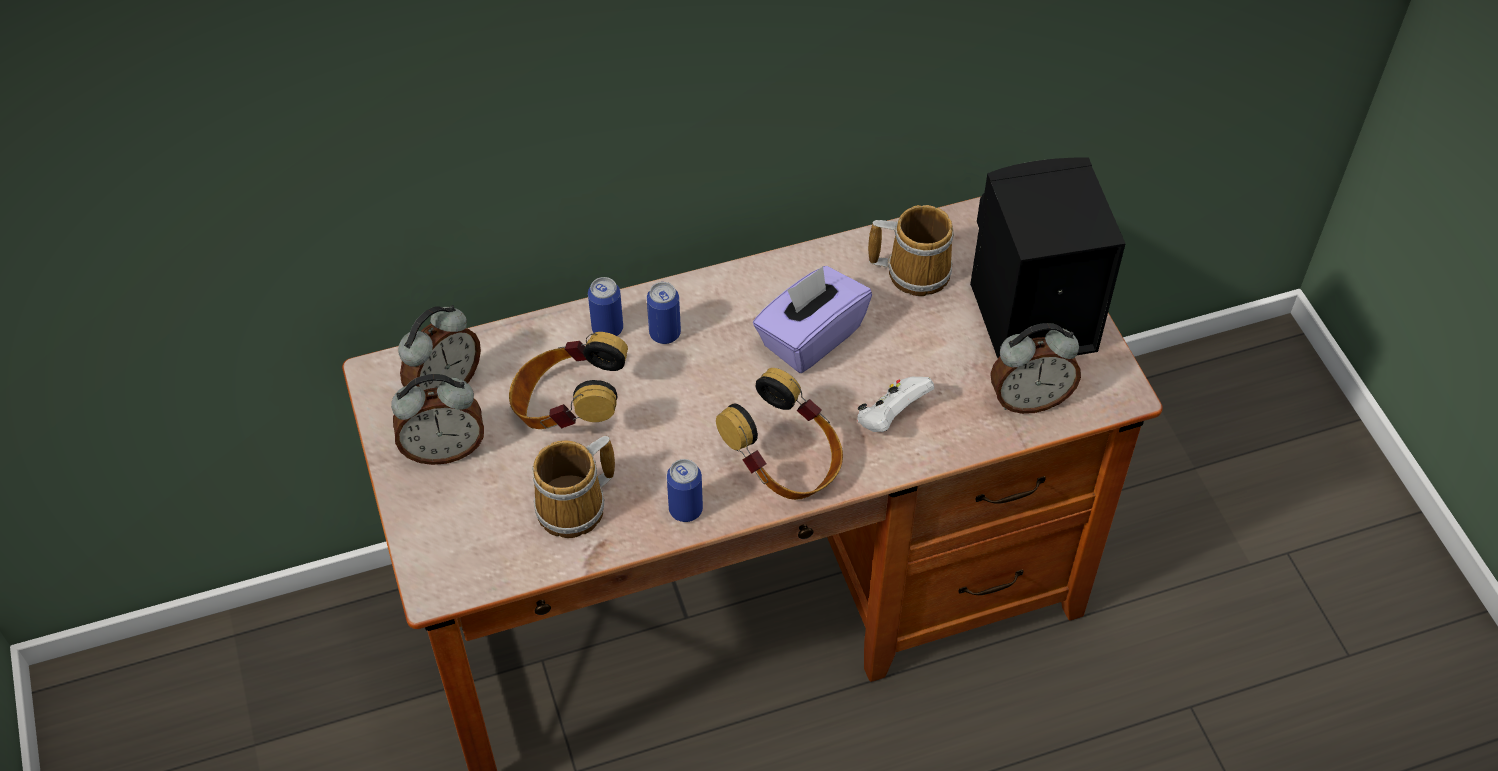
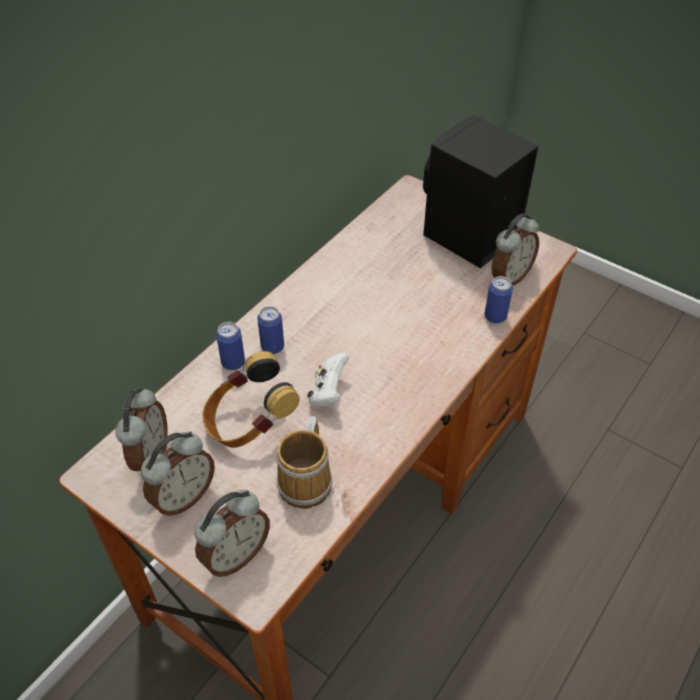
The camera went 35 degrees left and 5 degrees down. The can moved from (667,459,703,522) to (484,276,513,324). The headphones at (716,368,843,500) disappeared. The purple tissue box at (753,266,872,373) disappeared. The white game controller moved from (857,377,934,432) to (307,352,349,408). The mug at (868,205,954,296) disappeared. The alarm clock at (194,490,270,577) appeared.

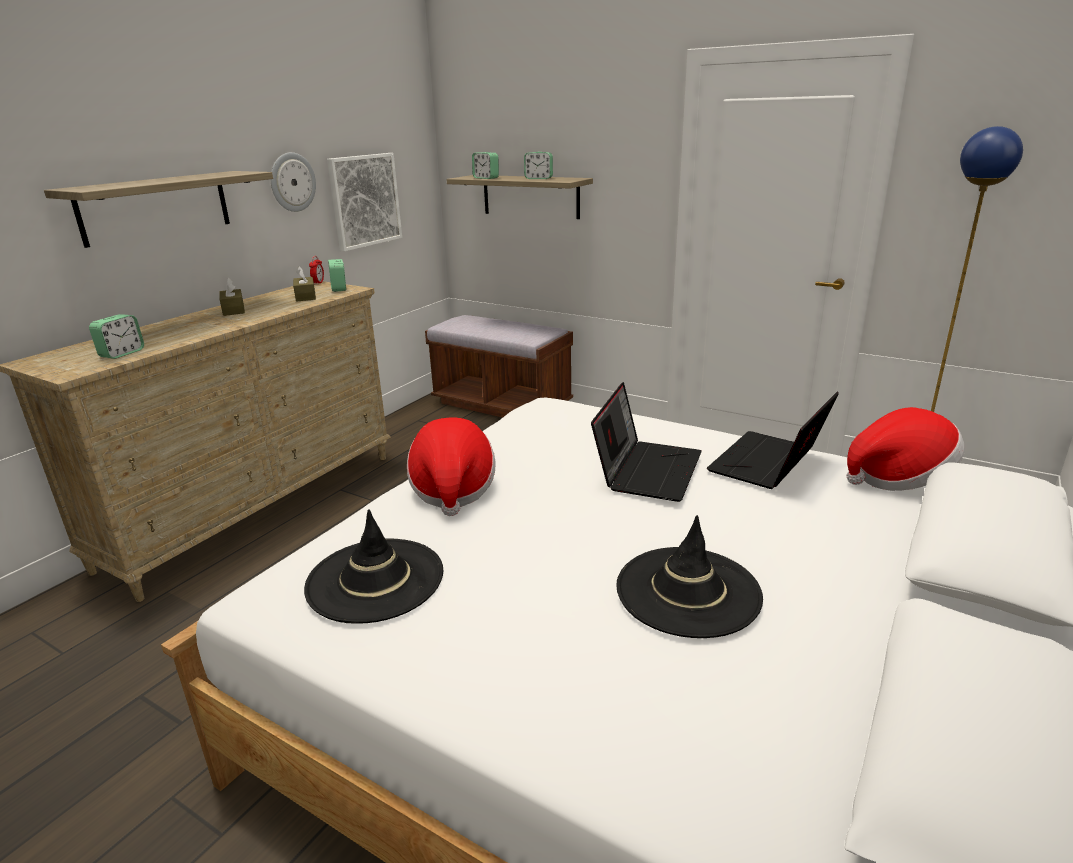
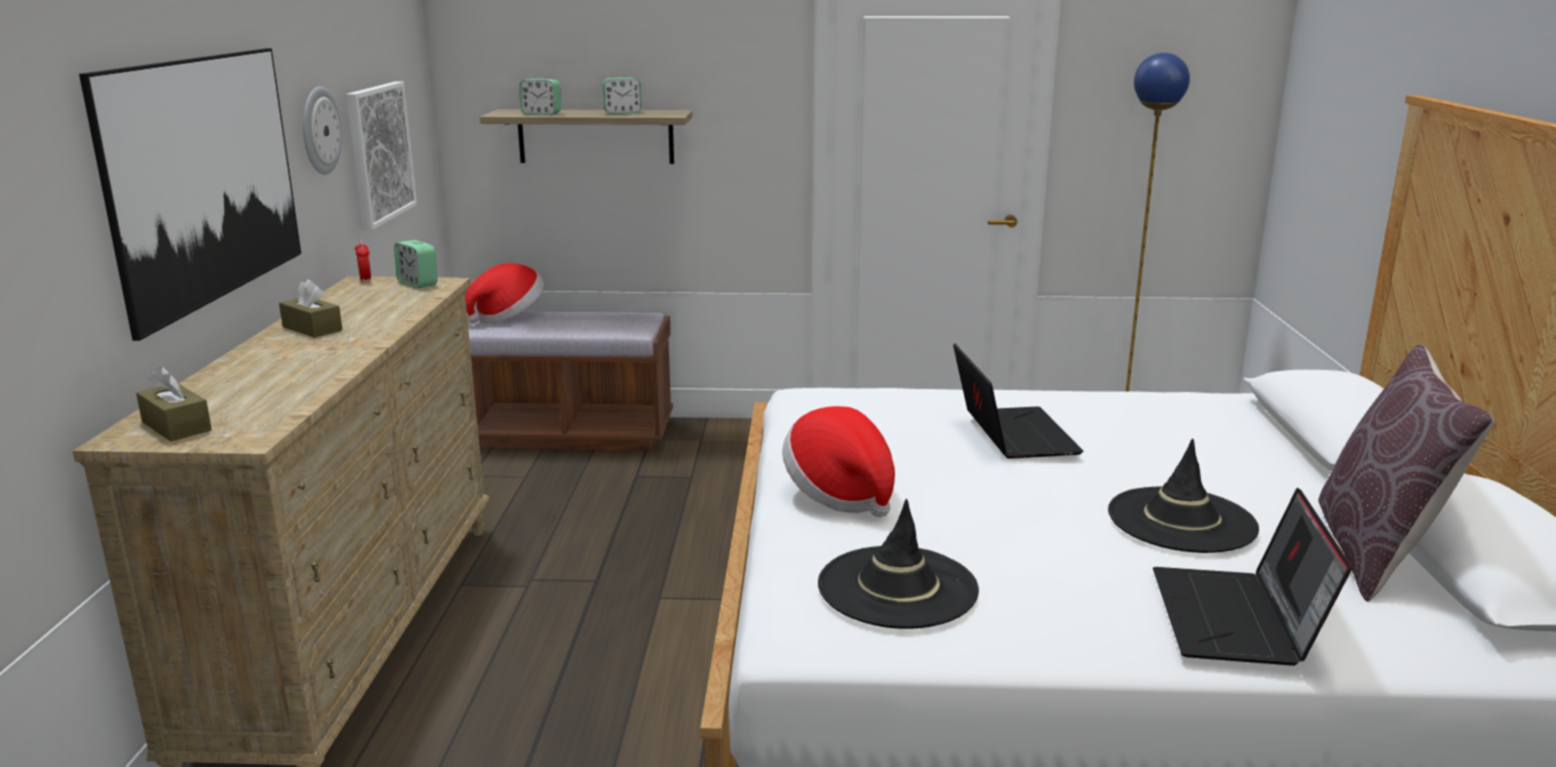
The camera went 30 degrees left and 5 degrees down. The shelf at (44,171,273,248) was replaced by the picture at (79,48,301,341). The alarm clock at (89,314,144,359) disappeared. The brown tissue box moved from (293,266,316,302) to (136,366,212,441). The laptop moved from (707,391,839,489) to (1153,488,1352,666). The hat moved from (846,407,965,491) to (465,263,544,323). The brown pillow at (1318,344,1495,602) appeared.

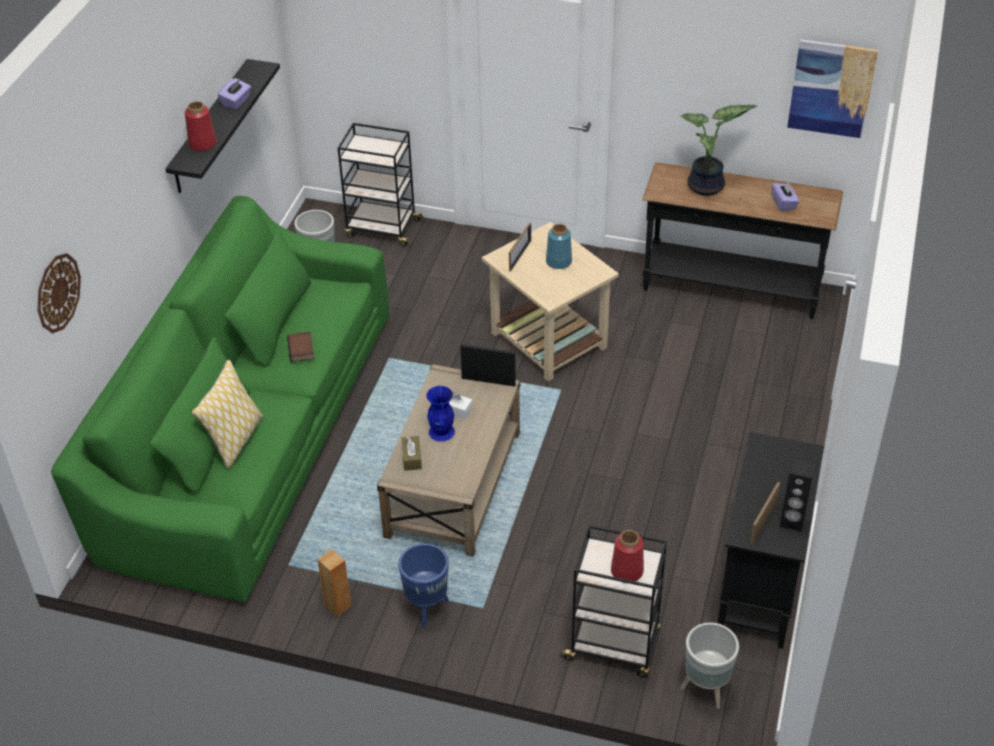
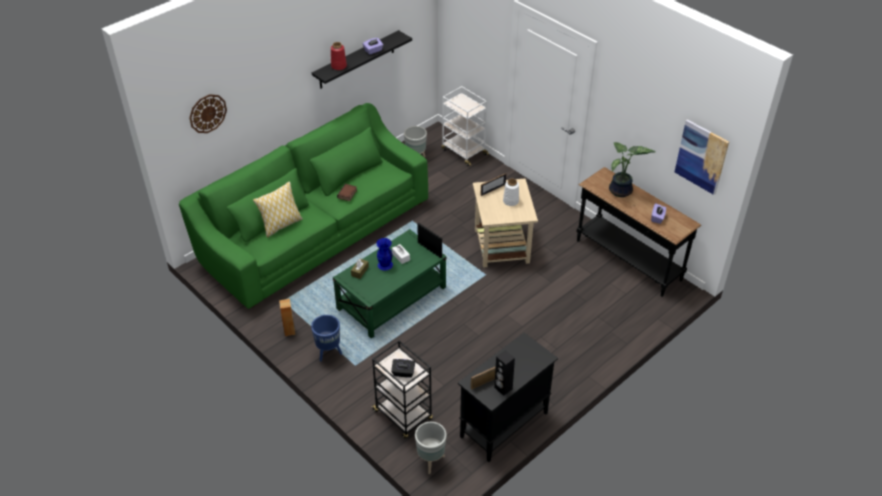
The camera went 30 degrees right and 0 degrees up. The black cart at (338,123,424,247) became the white cart at (442,86,489,166). The beige coffee table at (377,364,521,557) became the green coffee table at (333,229,446,338). The blue vase at (546,224,572,269) became the white vase at (503,179,519,206). The red vase at (611,530,644,583) was replaced by the black tissue box at (391,359,415,378).

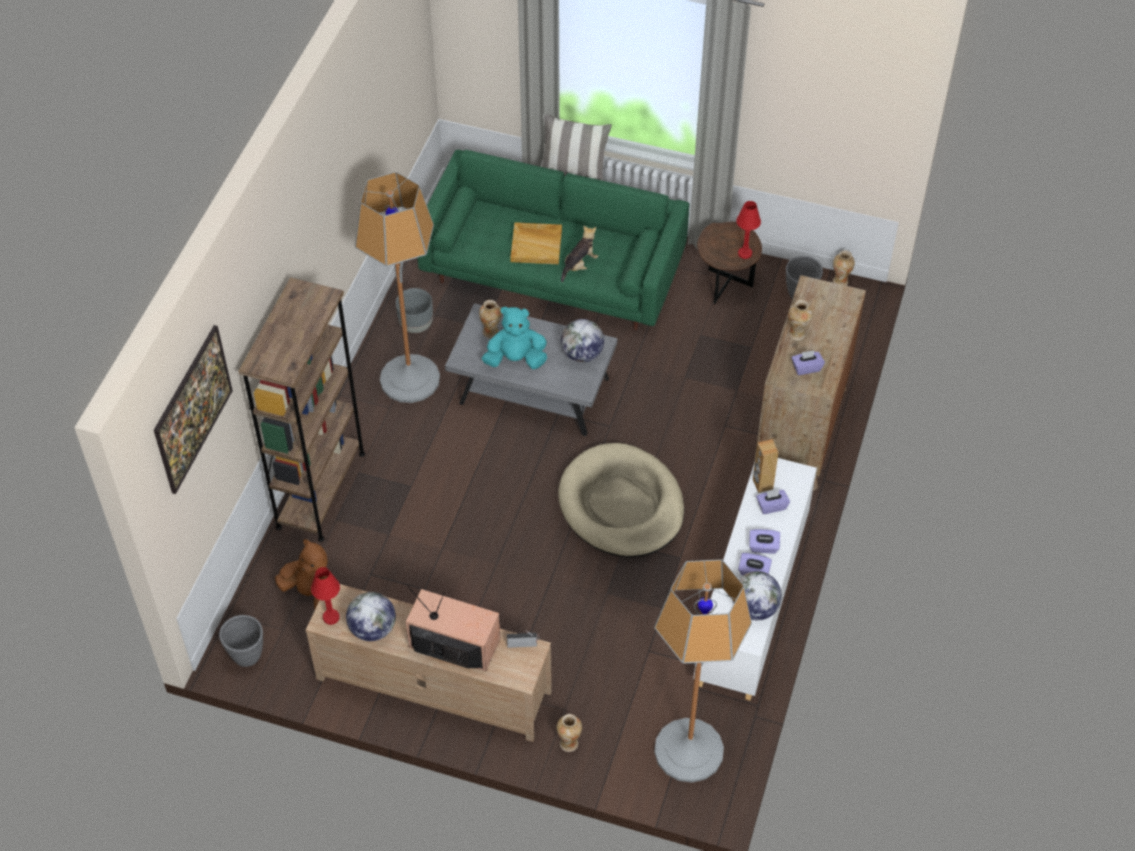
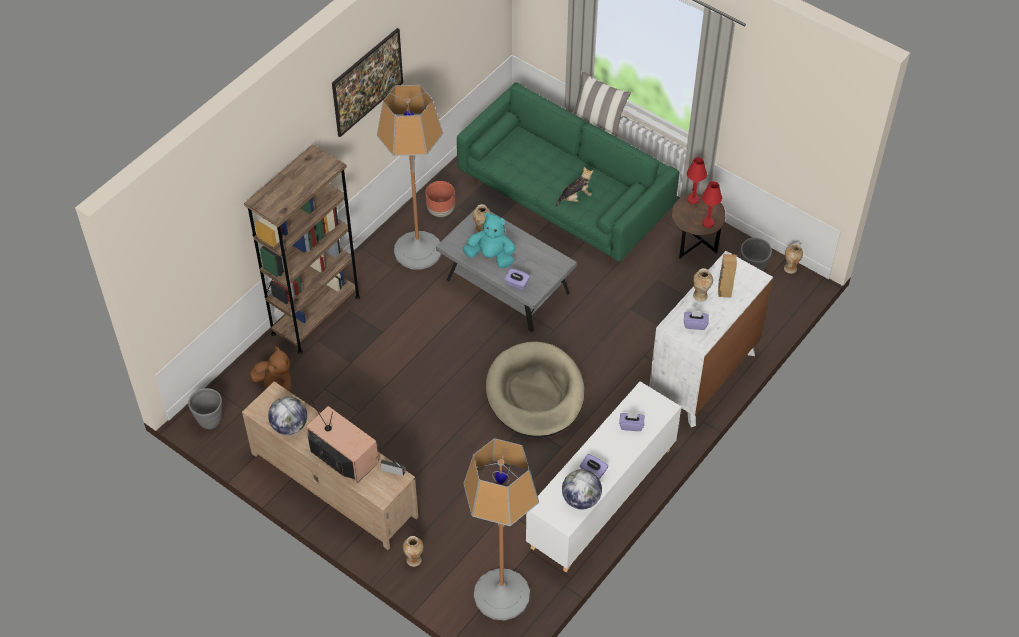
The camera went 20 degrees right and 0 degrees up. The picture moved from (154,325,233,494) to (332,28,403,137). The red table lamp moved from (311,567,340,625) to (687,157,707,204). The grey planter at (396,288,433,333) became the brown planter at (425,181,455,217). The beige tray at (510,222,562,264) disappeared. The globe at (561,319,604,363) disappeared. The purple tissue box moved from (749,529,780,554) to (504,268,530,290). The brown speaker moved from (753,439,779,493) to (718,254,737,298). The brown dresser at (755,275,866,491) became the white dresser at (649,251,773,427).

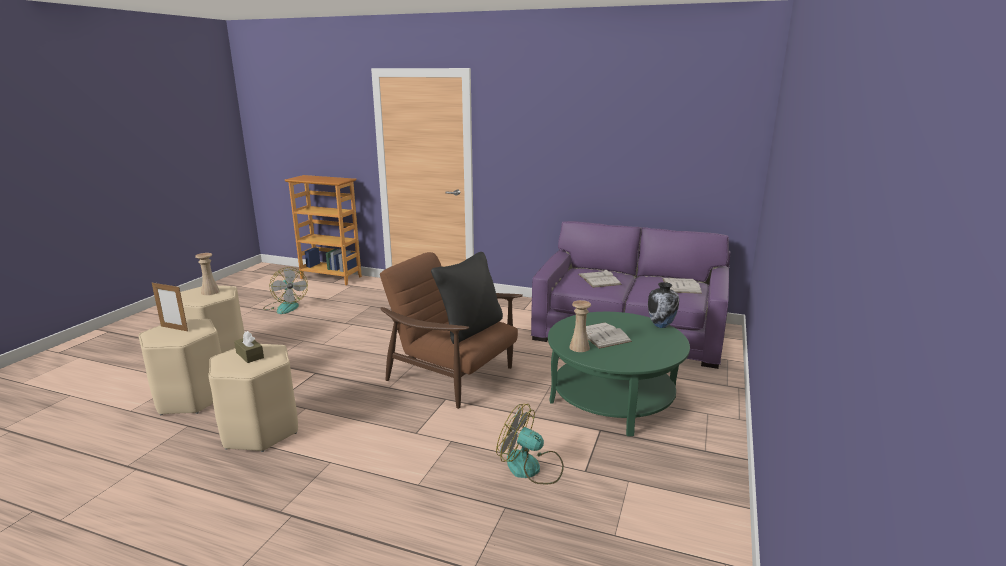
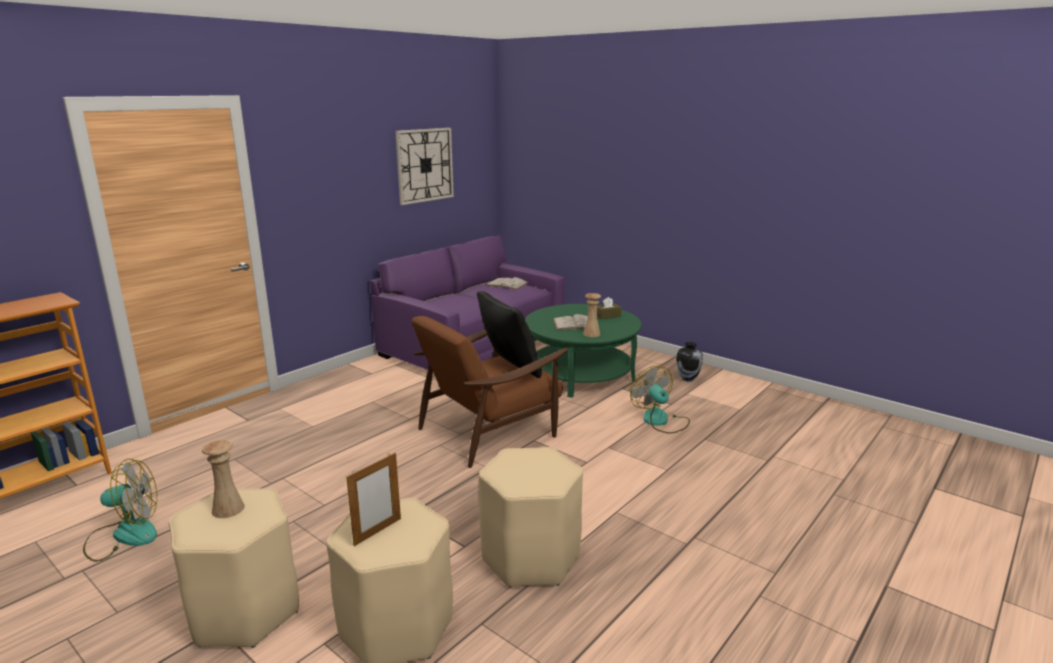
The camera went 70 degrees left and 0 degrees up. The brown tissue box moved from (234,331,264,363) to (597,297,621,319). The fan at (496,404,564,484) turned 105 degrees clockwise. The white book at (578,270,622,288) disappeared. The vase moved from (648,282,679,328) to (676,342,703,382). The wall clock at (395,128,454,205) appeared.

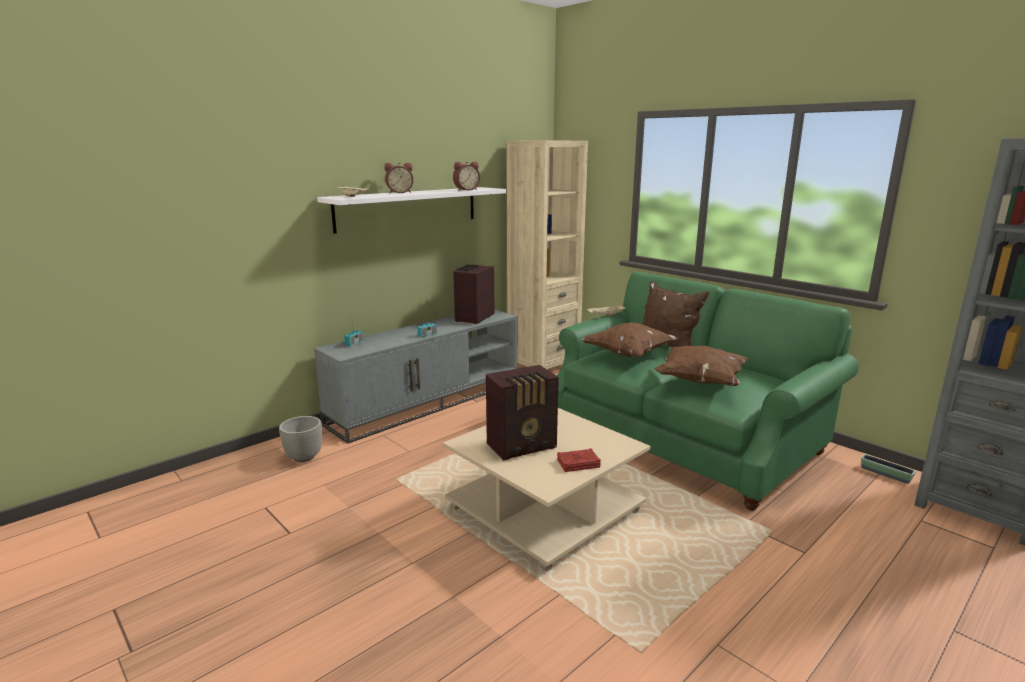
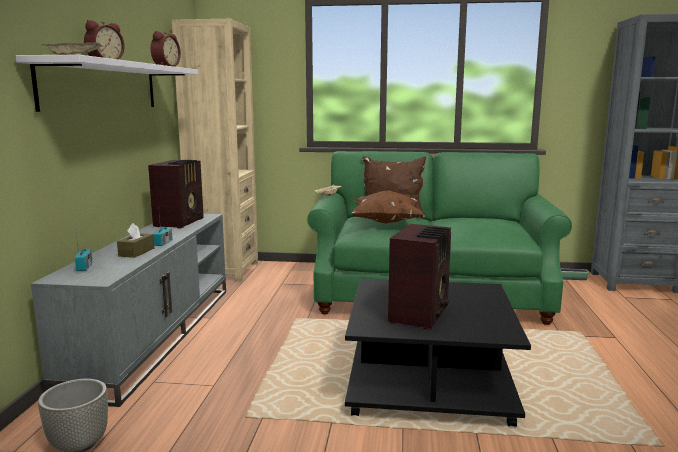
The camera went 40 degrees left and 5 degrees down. The beige coffee table at (443,408,650,572) became the black coffee table at (345,279,531,427). The radio at (453,264,495,324) turned 150 degrees counterclockwise. The red book at (557,448,601,472) disappeared. The brown pillow at (654,346,748,386) disappeared. The brown tissue box at (117,223,154,258) appeared.

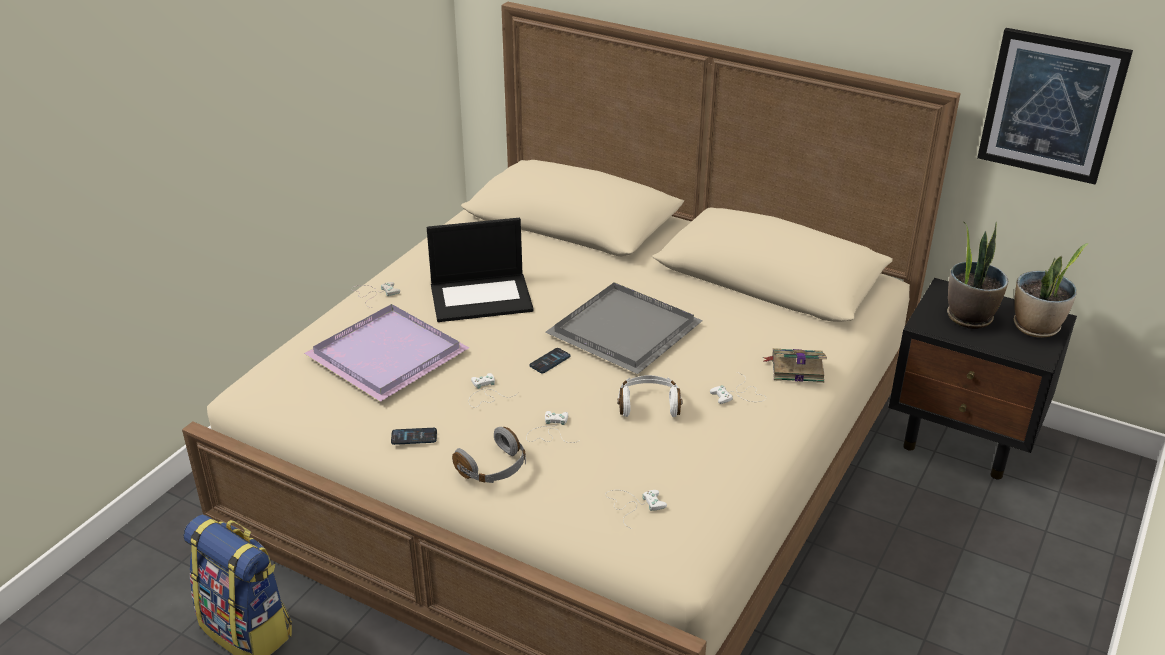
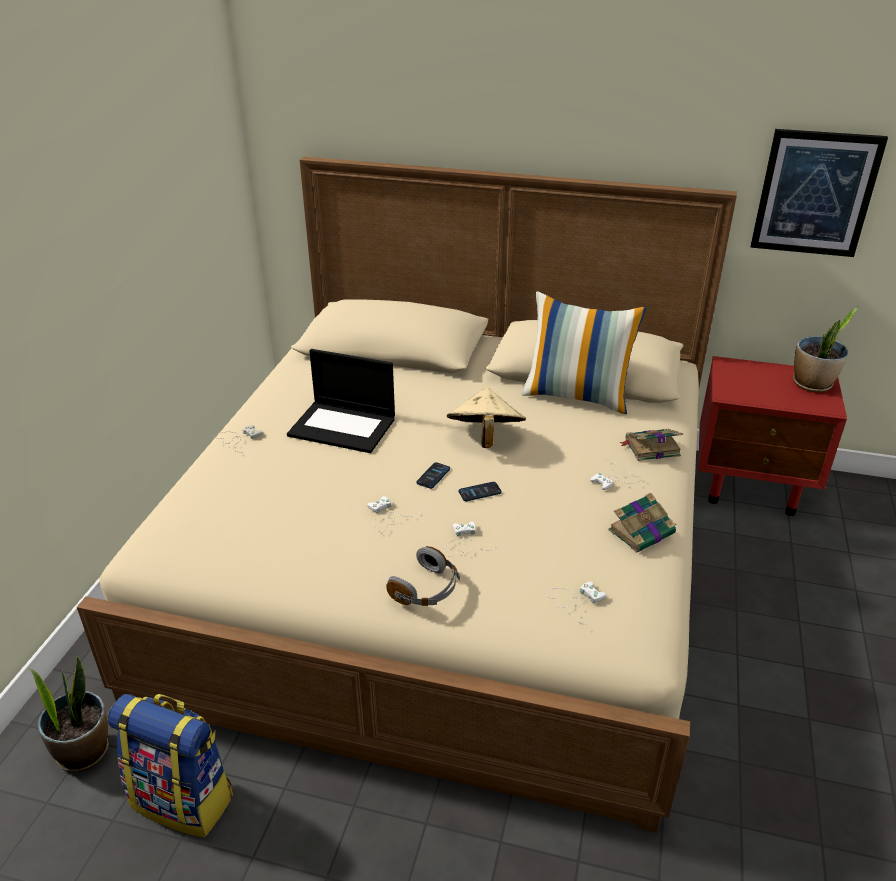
The camera went 15 degrees left and 0 degrees up. The purple tray at (304,304,469,402) disappeared. The phone moved from (391,428,437,445) to (459,482,502,501). The laptop at (427,218,534,322) turned 45 degrees clockwise. The grey tray at (545,282,703,374) was replaced by the beige hat at (447,387,526,448). The white headphones at (617,375,682,417) disappeared. The black nightstand at (889,278,1077,480) became the red nightstand at (698,356,847,516). The potted plant moved from (947,221,1008,329) to (29,656,109,772). The pillow at (522,292,647,414) appeared. The book at (608,493,676,552) appeared.

